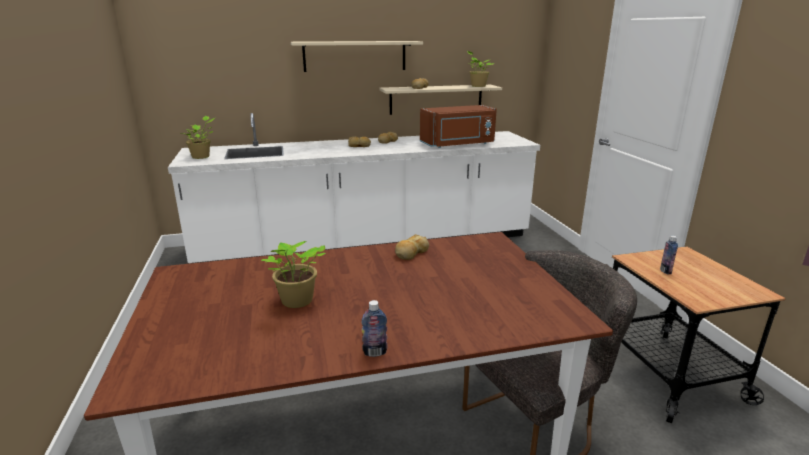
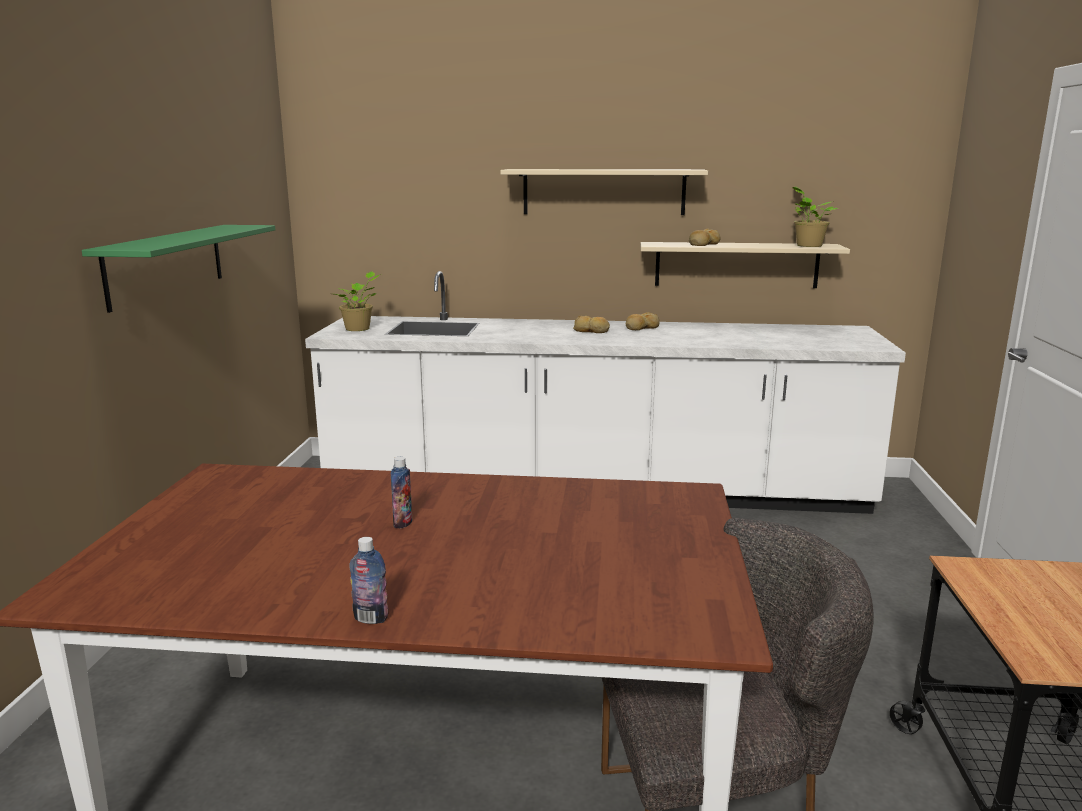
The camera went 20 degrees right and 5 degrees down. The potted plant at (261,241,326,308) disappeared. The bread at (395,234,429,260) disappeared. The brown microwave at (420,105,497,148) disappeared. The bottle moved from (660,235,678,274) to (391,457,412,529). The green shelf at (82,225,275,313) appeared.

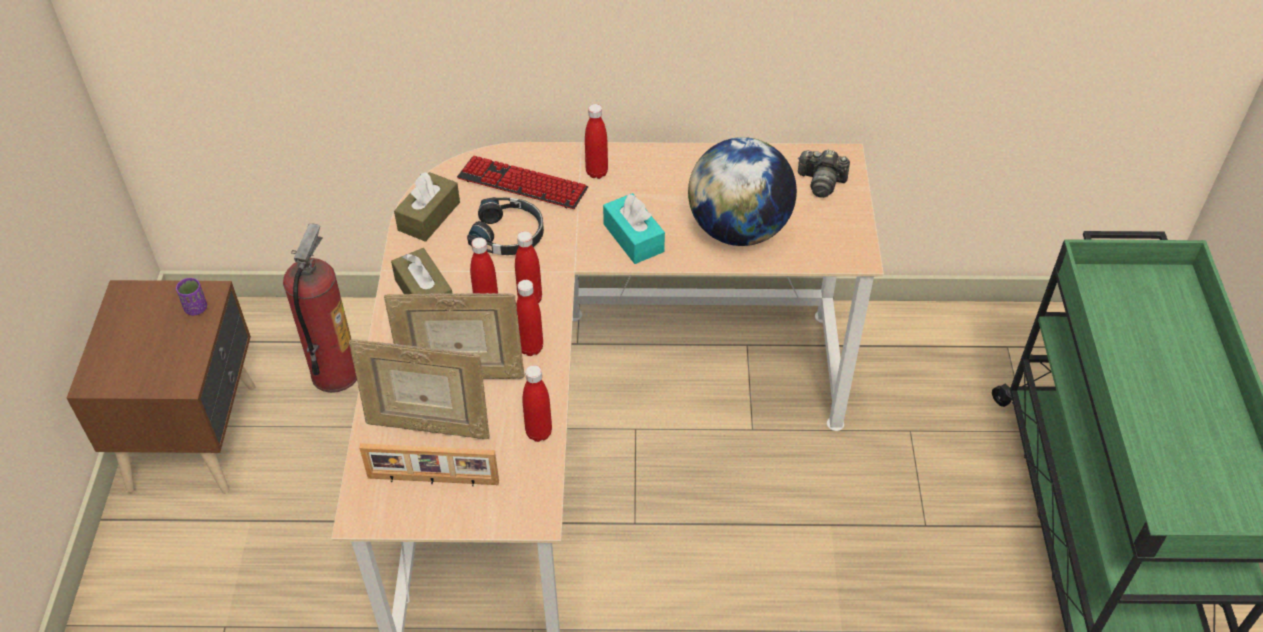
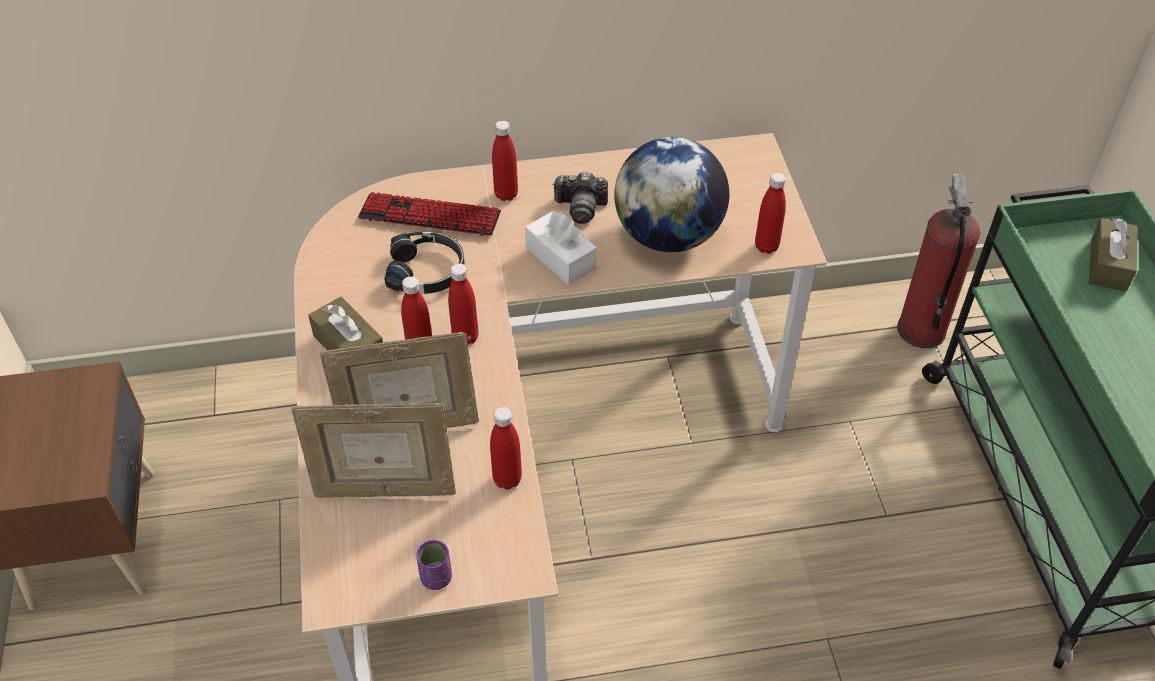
The camera went 10 degrees left and 0 degrees up. The purple cup moved from (176,278,207,315) to (416,540,452,590). The fire extinguisher moved from (283,224,357,393) to (897,173,980,348). The picture frame at (360,443,499,486) disappeared. The brown tissue box moved from (394,172,460,242) to (1089,218,1138,292). The red bottle moved from (516,280,543,356) to (755,172,786,254). The turquoise tissue box at (603,193,665,264) became the white tissue box at (525,211,597,285). The photo camera moved from (798,149,850,198) to (552,172,608,224).

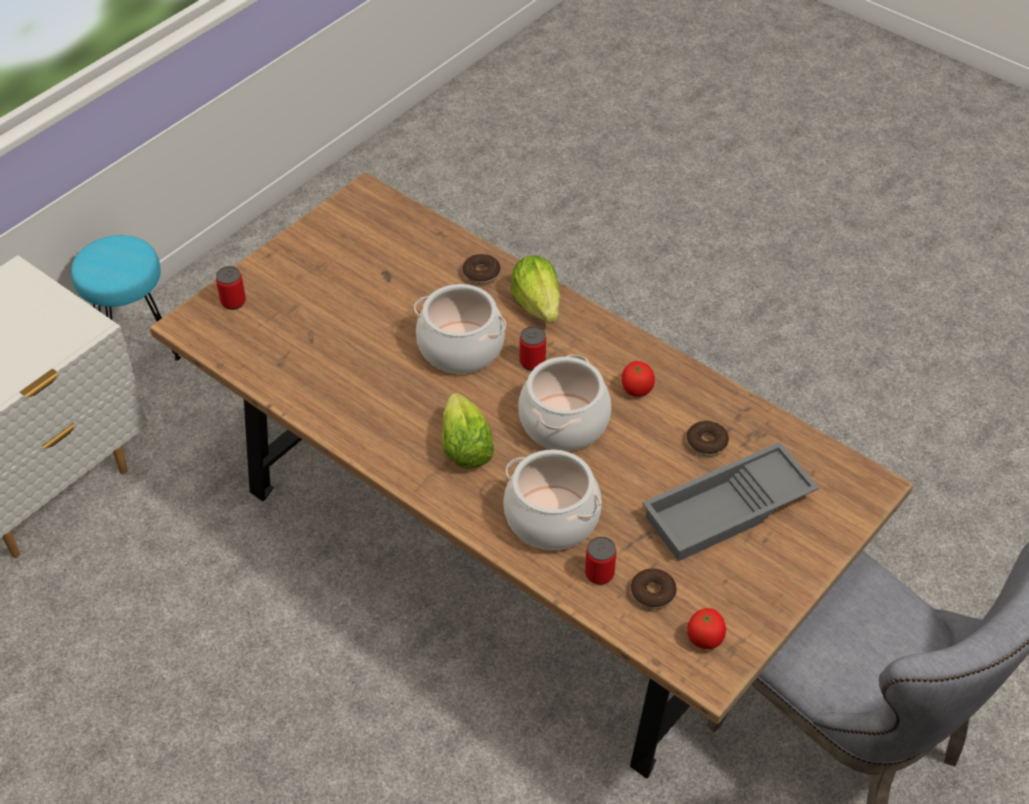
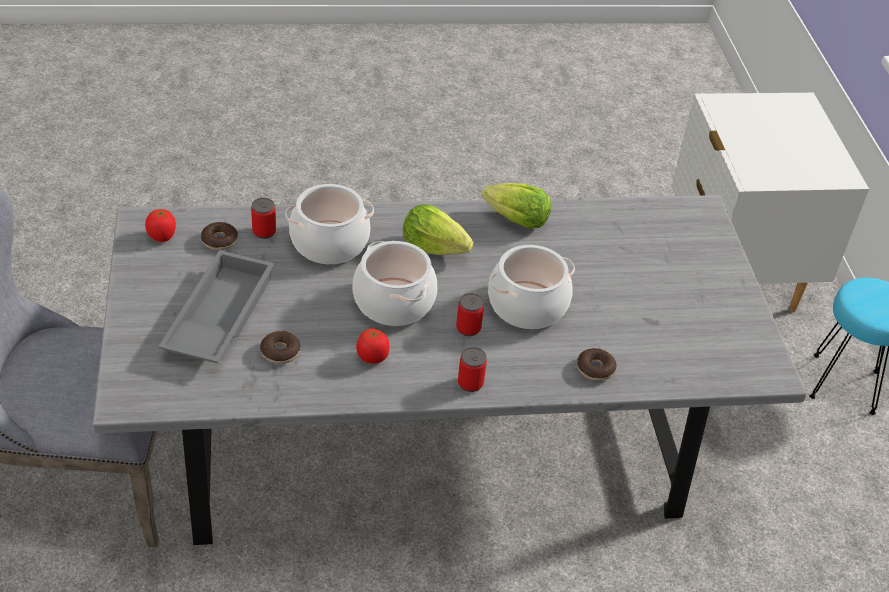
The camera went 130 degrees right and 5 degrees down. The brown dining table at (150,172,913,779) became the grey dining table at (93,195,807,545). The can moved from (216,266,246,310) to (458,347,487,392). The lettuce moved from (511,255,560,323) to (481,183,551,229).

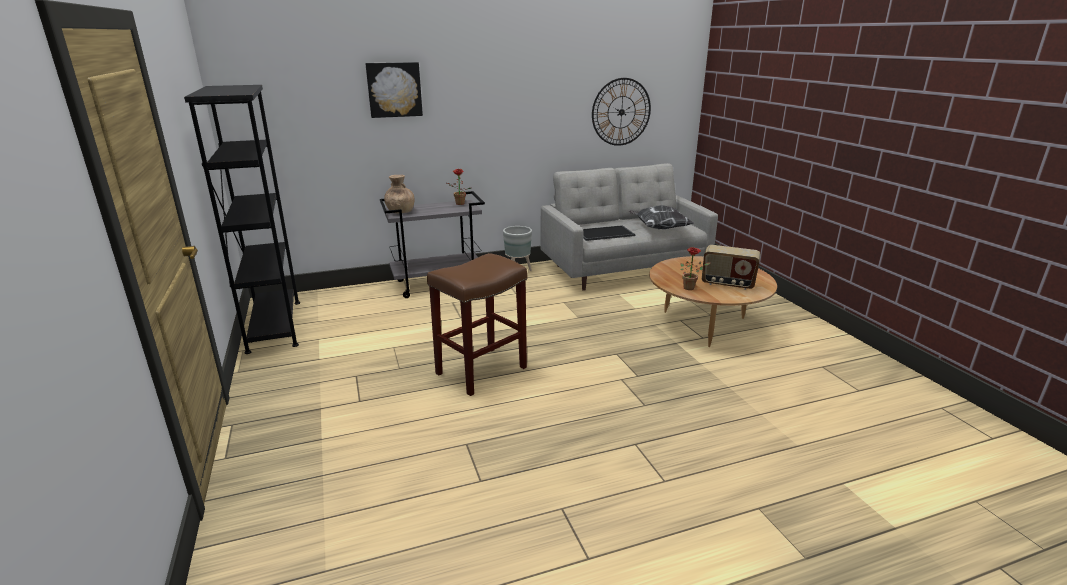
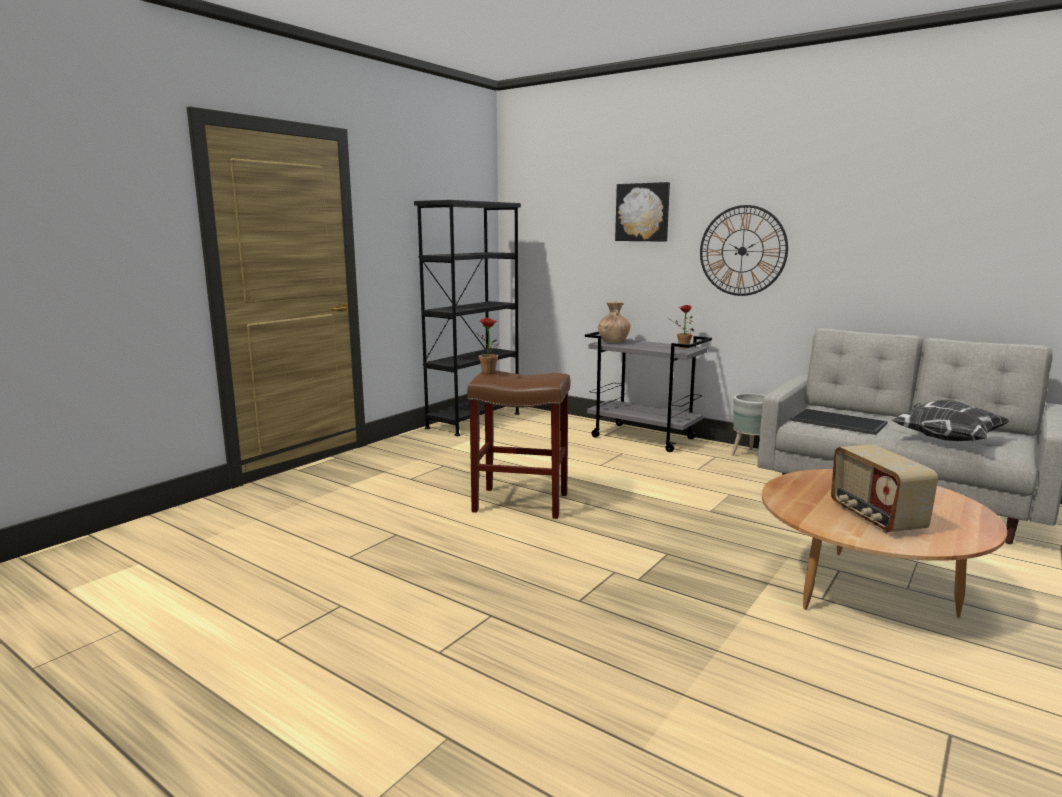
The camera went 55 degrees right and 10 degrees down. The wall clock moved from (592,78,651,146) to (700,205,788,296). The potted plant moved from (680,247,710,290) to (476,318,500,374).

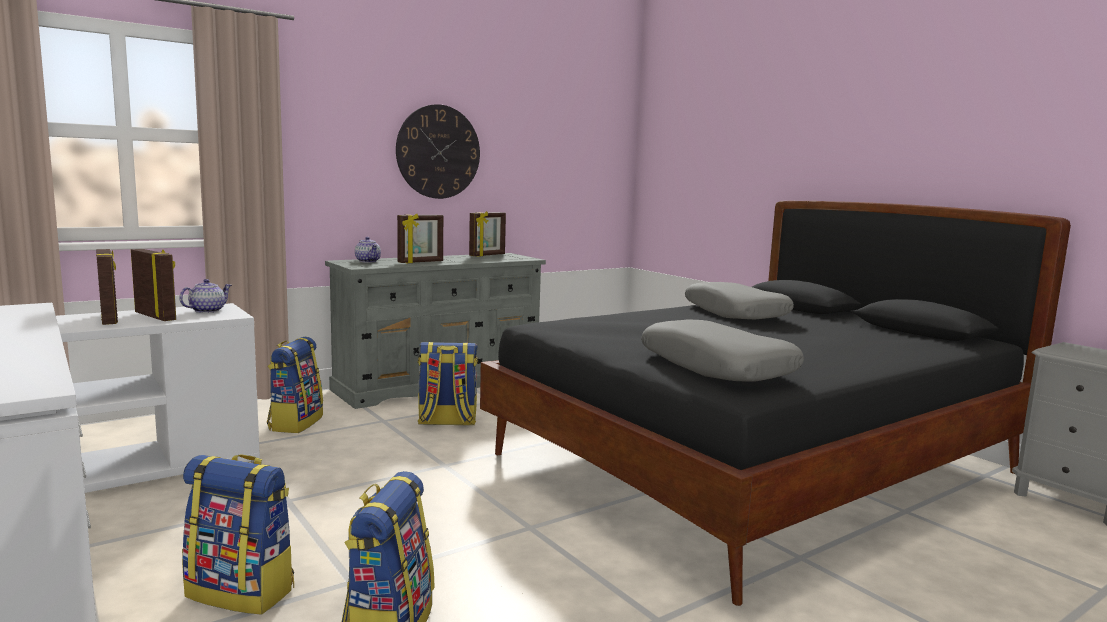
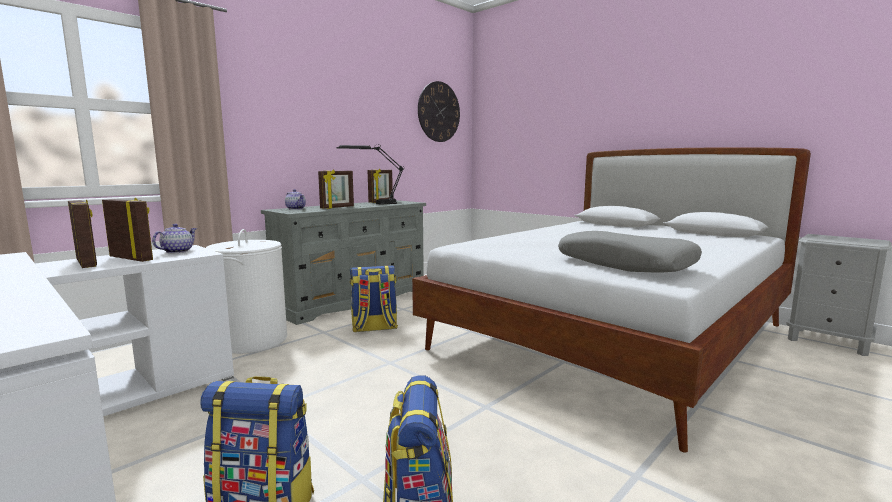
The camera went 10 degrees left and 0 degrees up. The backpack at (267,337,323,433) was replaced by the white laundry basket at (206,229,287,354). The wall clock moved from (396,104,480,199) to (418,81,460,142). The black bed at (480,201,1071,606) became the white bed at (412,147,811,453). The grey pillow at (685,282,794,319) disappeared. The black table lamp at (337,145,404,204) appeared.

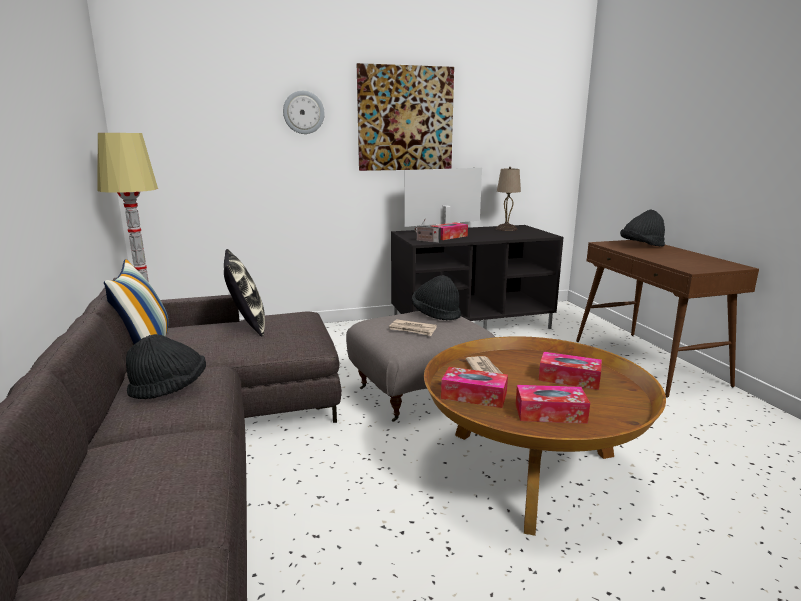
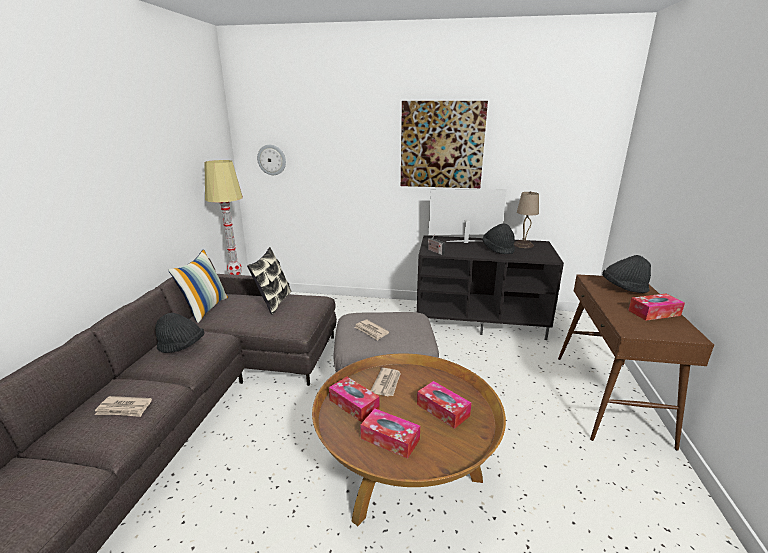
The camera went 25 degrees right and 5 degrees up. The wall clock moved from (283,91,325,134) to (257,145,286,175). The black hat moved from (412,275,461,321) to (483,224,515,254). The tissue box moved from (430,222,468,240) to (628,294,685,321). The newspaper at (95,396,152,417) appeared.

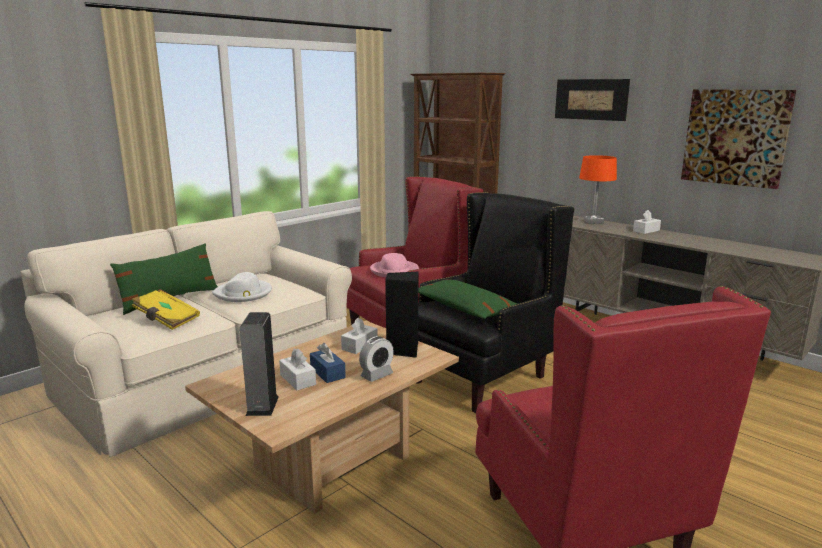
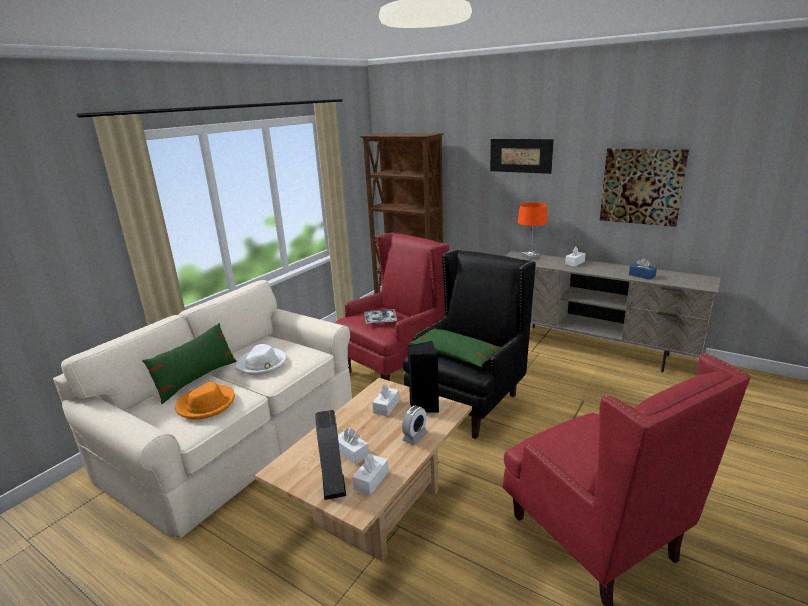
The camera went 10 degrees left and 5 degrees up. The yellow book at (131,289,200,330) was replaced by the orange hat at (175,382,235,420). The blue tissue box moved from (310,343,346,383) to (629,258,657,280). The pink hat at (370,253,419,277) was replaced by the tray at (364,309,397,324). The white tissue box at (352,453,389,495) appeared.

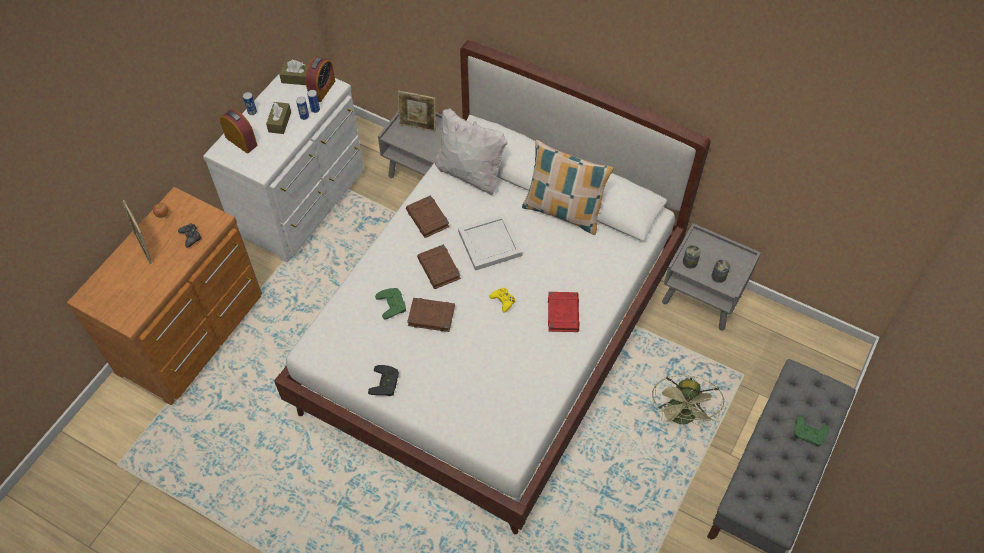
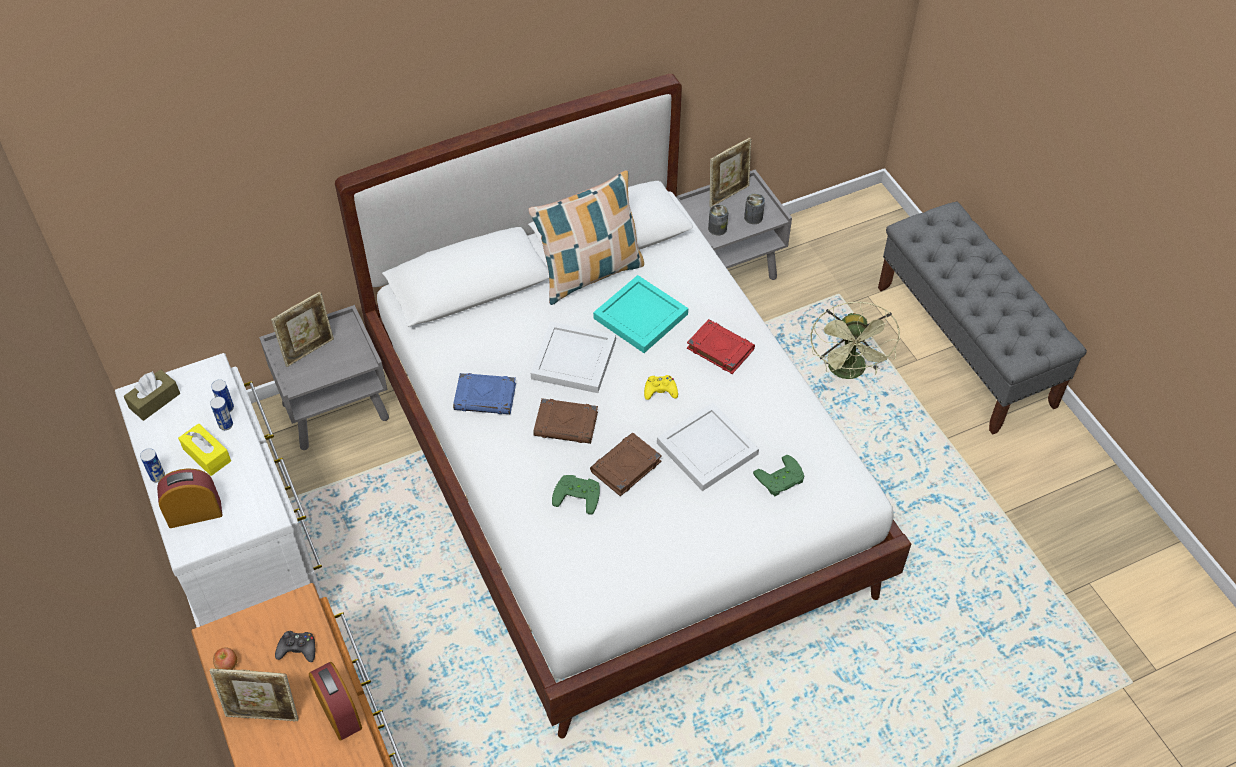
The camera went 55 degrees left and 5 degrees down. The brown tissue box at (266,102,291,134) became the yellow tissue box at (178,423,231,476). The alarm clock moved from (305,57,335,102) to (309,662,362,740). The black game controller at (368,365,399,396) disappeared. The brown book at (406,195,449,238) became the blue book at (453,373,516,414). The white pillow at (434,108,507,195) disappeared. The green fan at (651,375,724,429) turned 45 degrees clockwise. The green game controller moved from (794,415,829,447) to (753,455,804,496). The turquoise tray at (593,275,688,353) appeared. The white tray at (657,403,759,491) appeared. The picture frame at (710,137,751,207) appeared.

